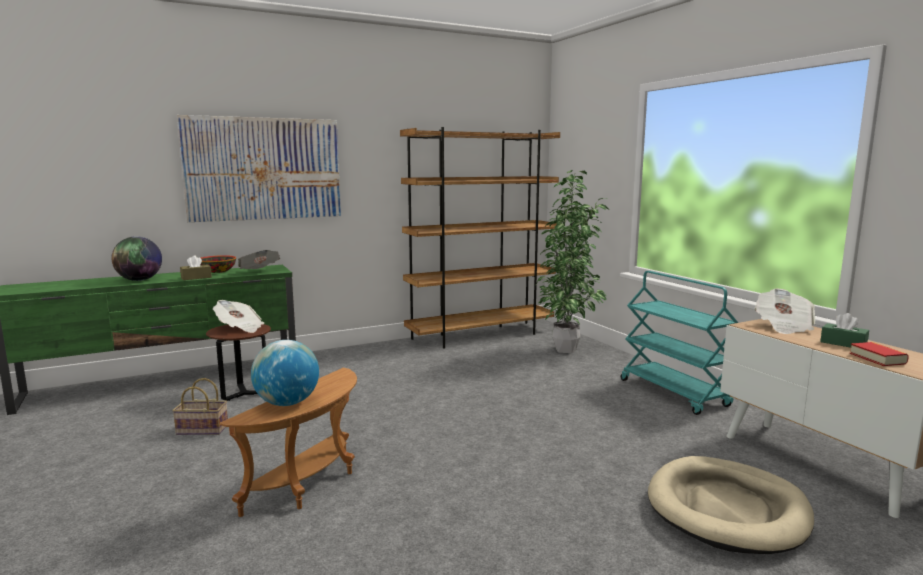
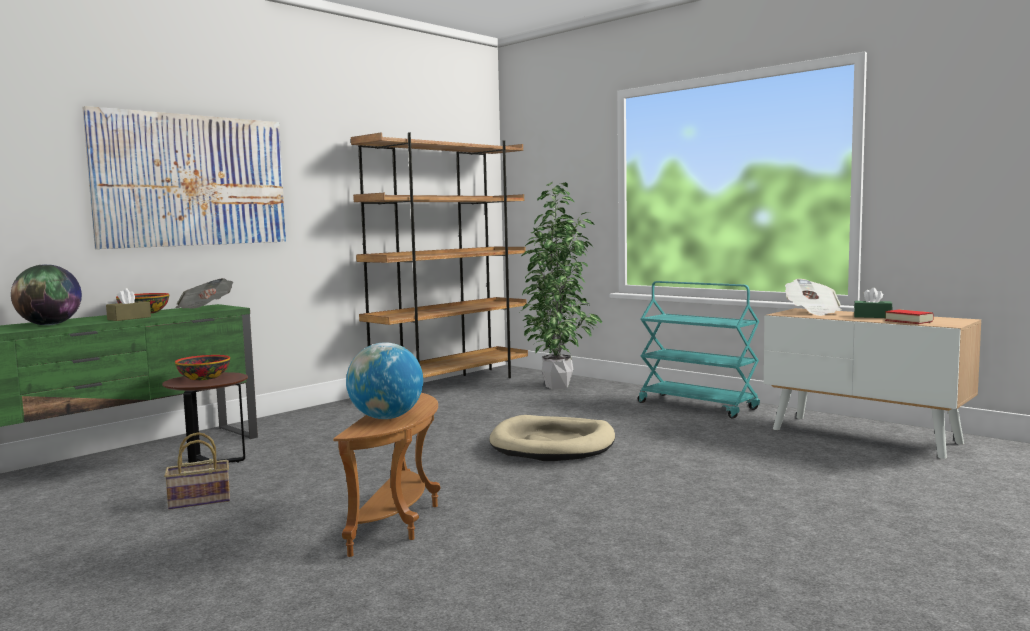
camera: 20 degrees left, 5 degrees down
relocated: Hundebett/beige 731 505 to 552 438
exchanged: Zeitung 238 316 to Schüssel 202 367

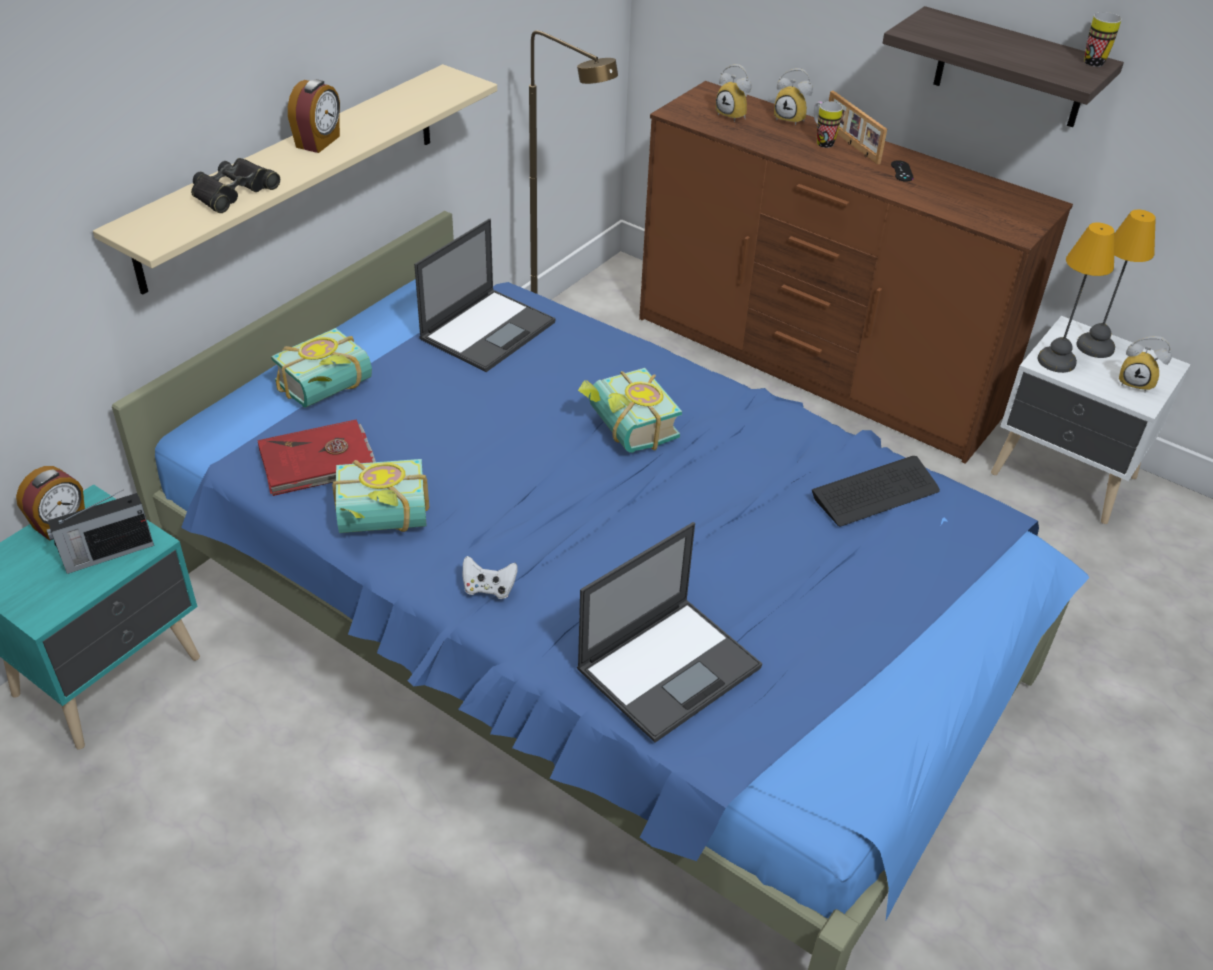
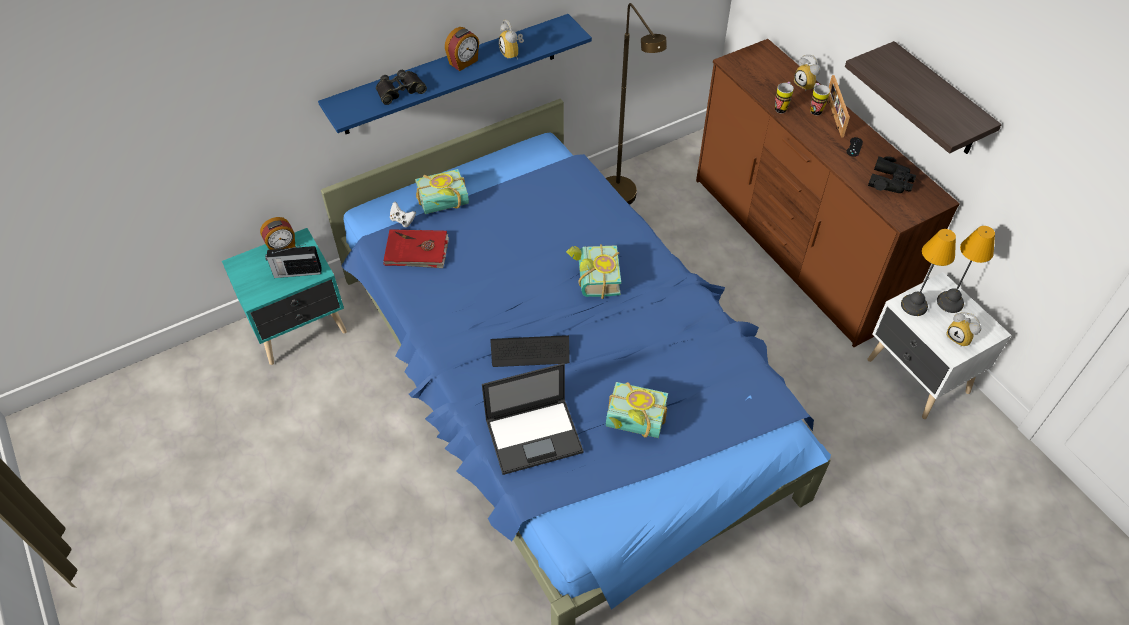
camera: 25 degrees right, 10 degrees up
missing: Laptop 485 295
appeared: Fernglas/schwarz 892 174
relocated: Henkelbecher 1103 39 to 784 97; Wecker 733 93 to 511 39; Tastatur 876 491 to 530 351; Buch 380 496 to 637 410; Gamepad/weiß 490 577 to 403 214
colour: Wandregal/beige 295 179 to Wandregal/blau 455 74

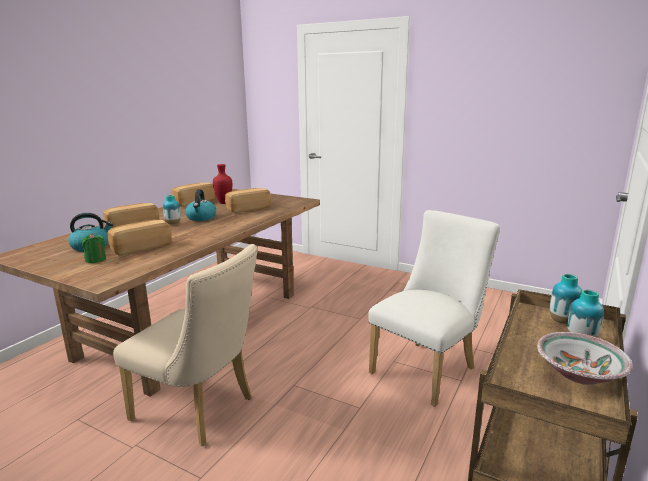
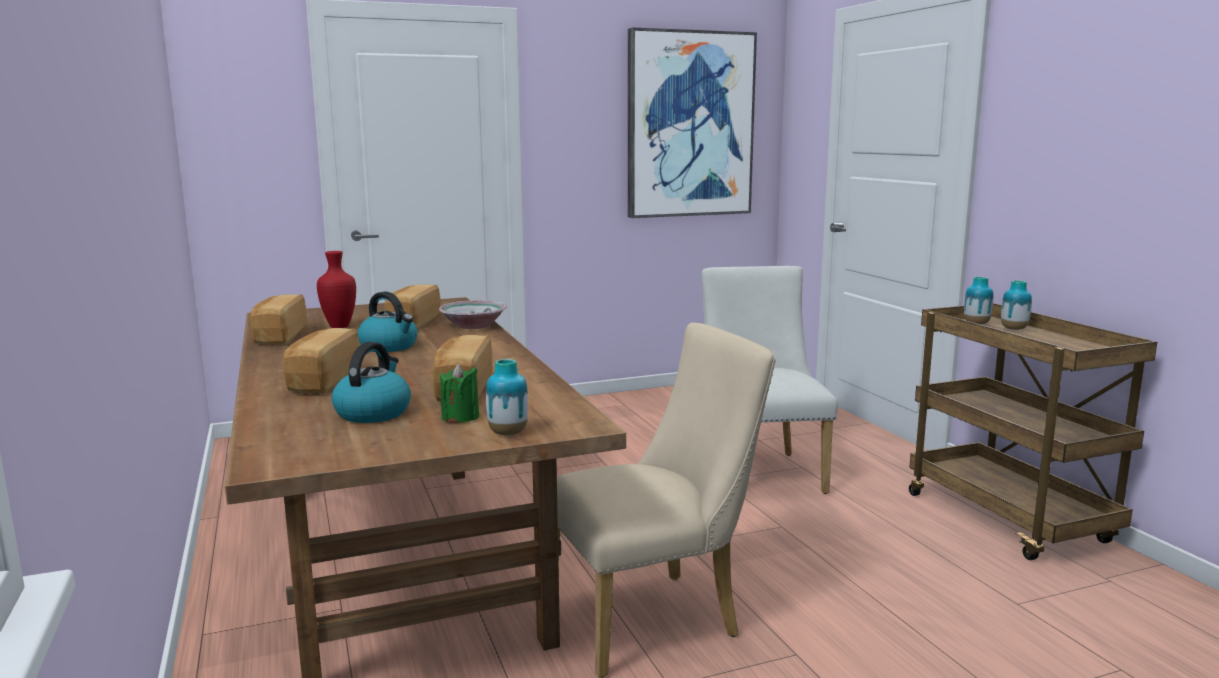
camera: 50 degrees left, 5 degrees down
appeared: Bild 692 122
relocated: Vase 172 210 to 507 397; Schüssel 585 358 to 473 314

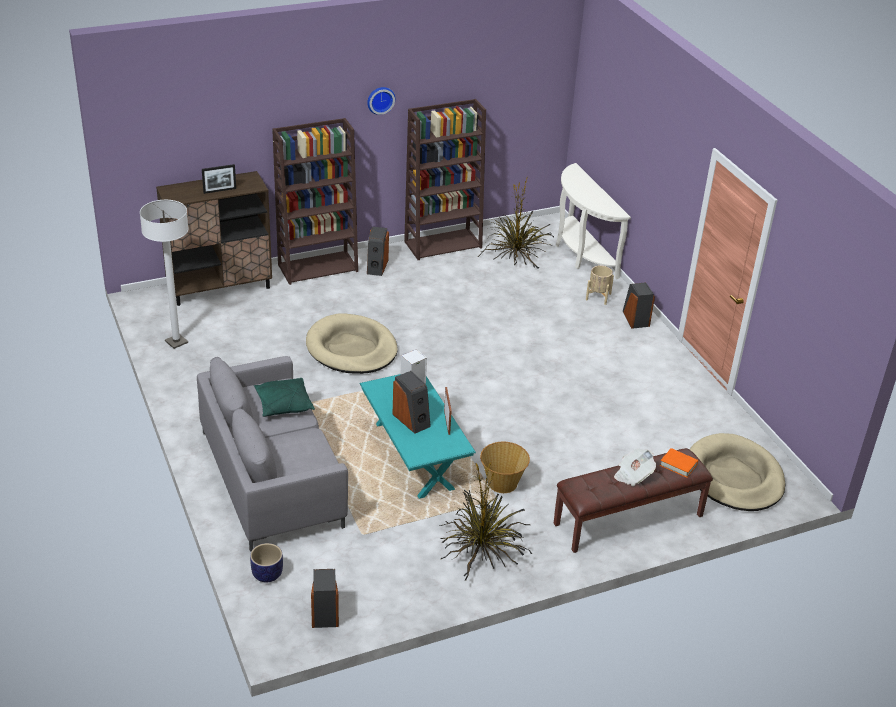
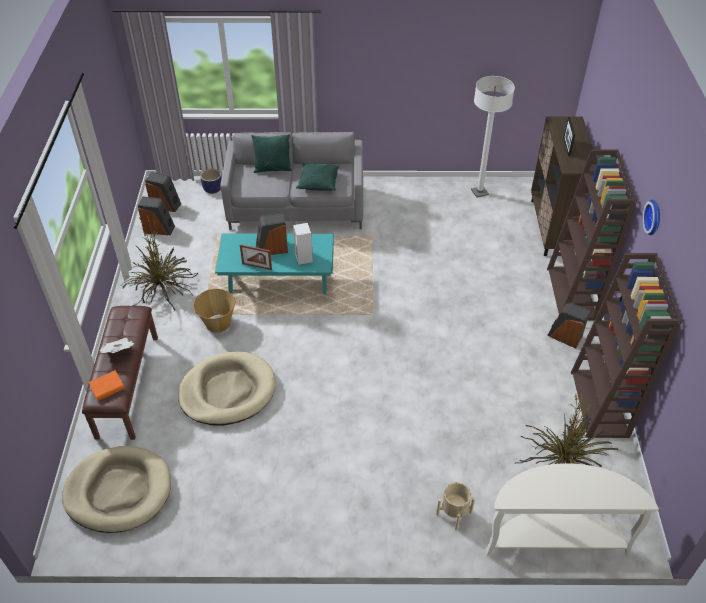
camera: 115 degrees right, 10 degrees up
appeared: Kissen/grün 271 153
relocated: Lautsprecher 639 305 to 156 216; Hundebett/beige 352 344 to 227 389

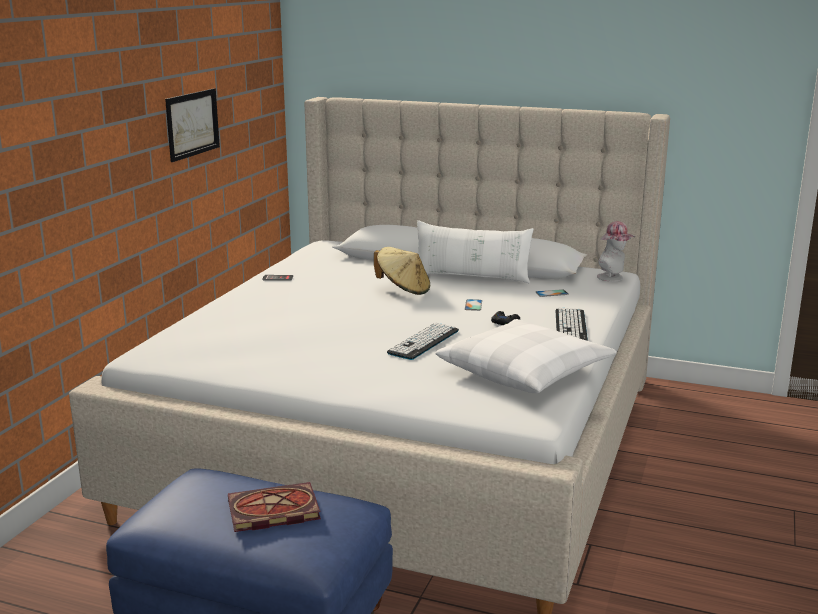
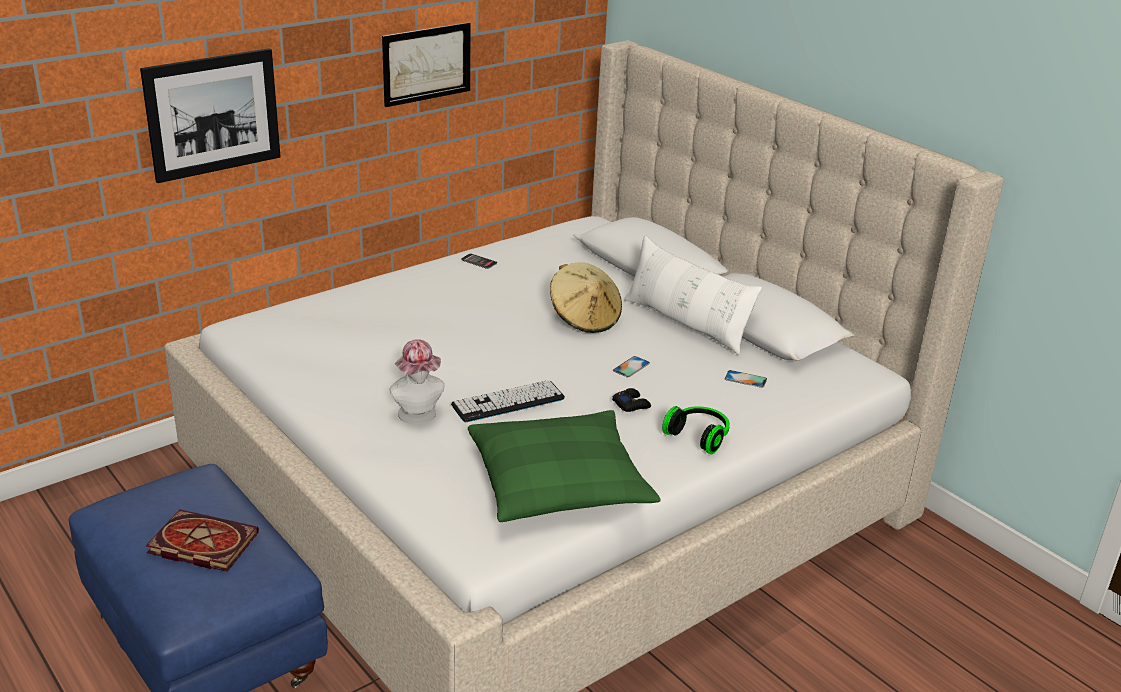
camera: 30 degrees right, 10 degrees up
appeared: Bild 210 115
relocated: Hut 616 251 to 416 381
exchanged: Tastatur 571 324 to Kopfhörer 696 430
colour: Kissen/weiß 526 356 to Kissen/grün 564 466

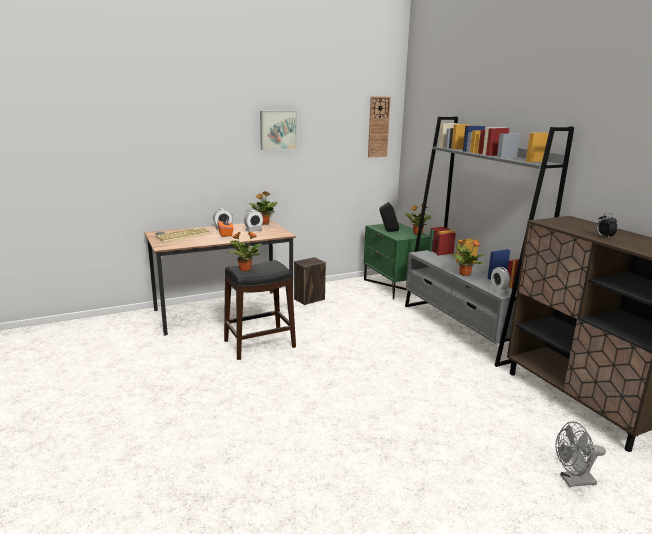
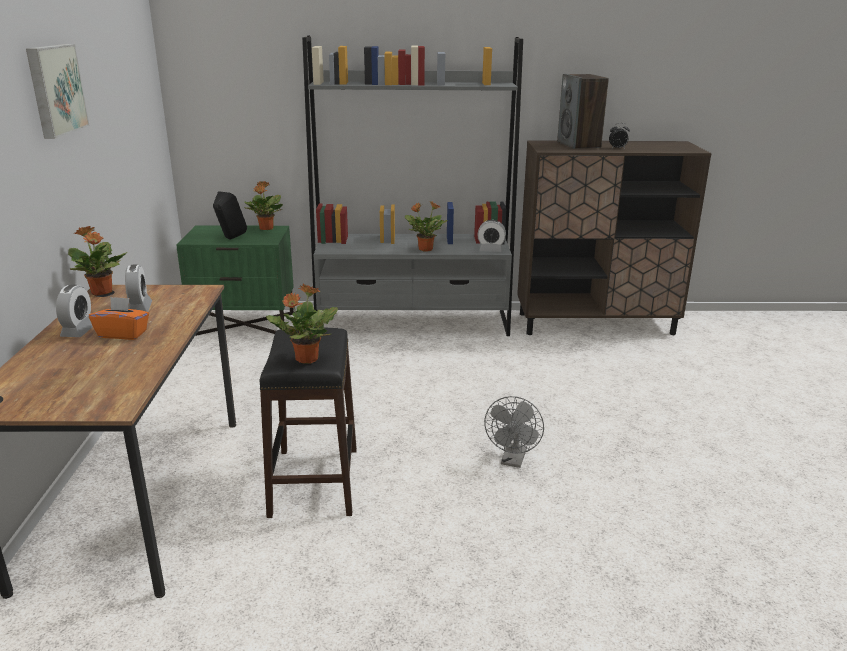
camera: 65 degrees left, 5 degrees up
missing: Wanduhr 379 127; Tastatur 183 234
relocated: Lautsprecher 310 281 to 583 111; Ventilator/grau 580 454 to 514 432

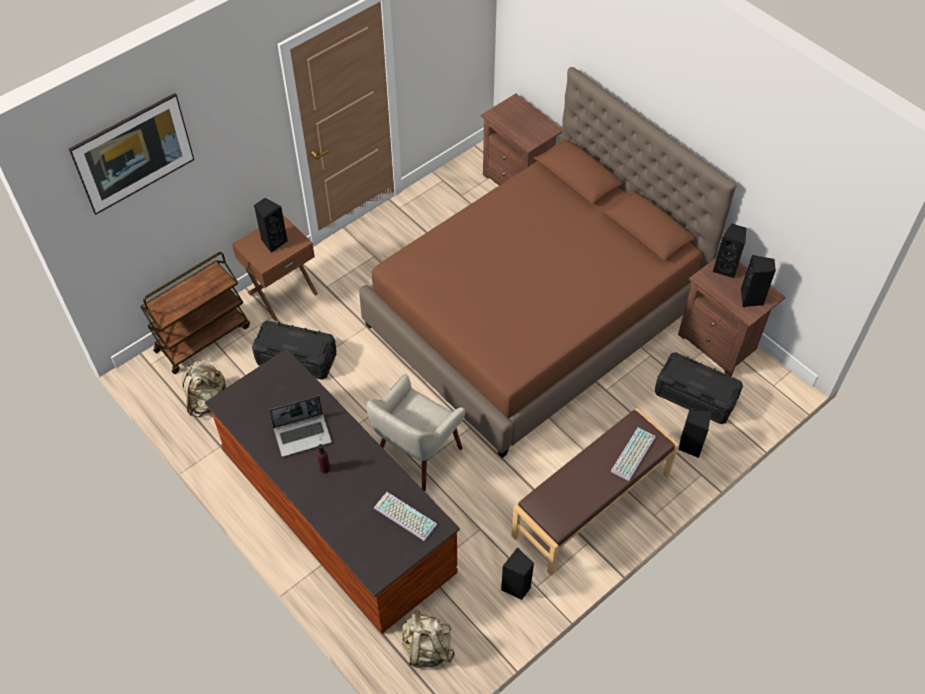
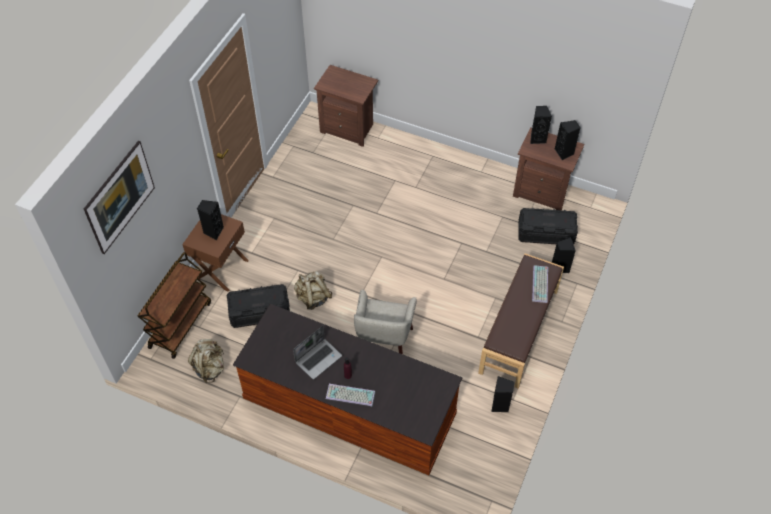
camera: 25 degrees left, 0 degrees up
missing: Bett/braun 547 262
relocated: Tastatur 405 516 to 350 395; Rucksack/beige 428 639 to 313 290

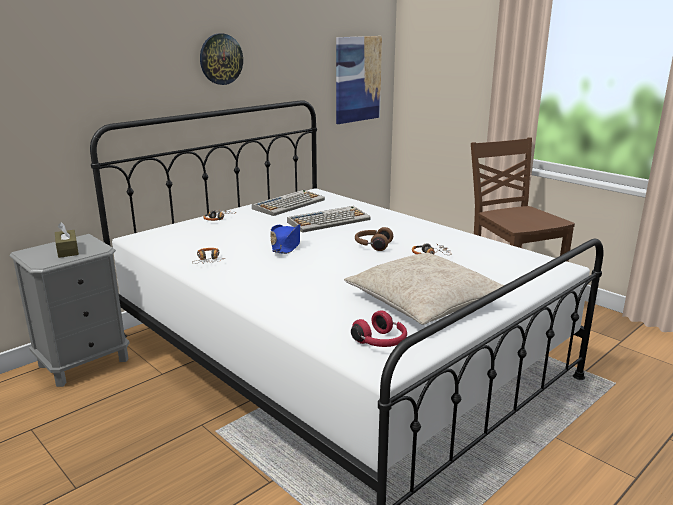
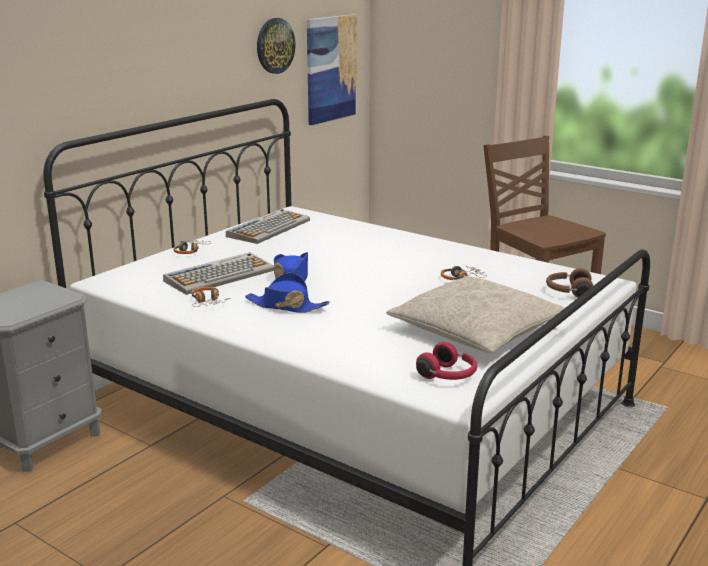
camera: 10 degrees left, 0 degrees up
missing: Taschentuchbox/braun 67 240
appeared: Hut/blau 287 293
relocated: Wanduhr 221 59 to 276 46; Tastatur 329 219 to 218 273; Kopfhörer/braun 374 239 to 570 283

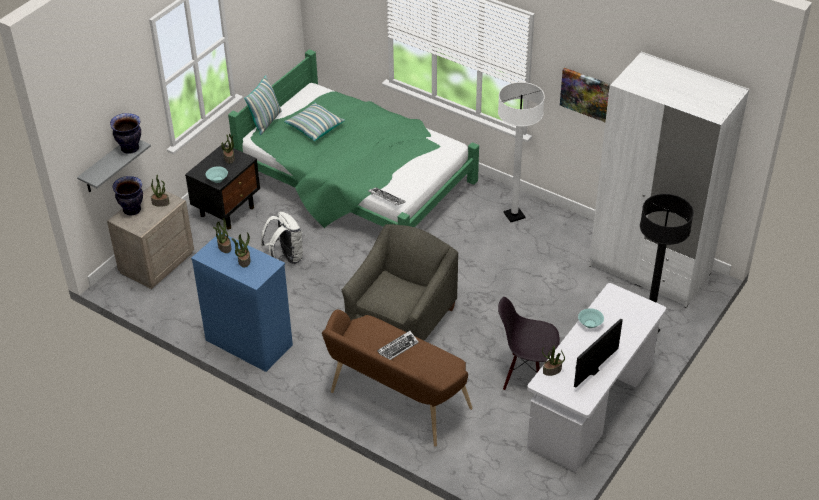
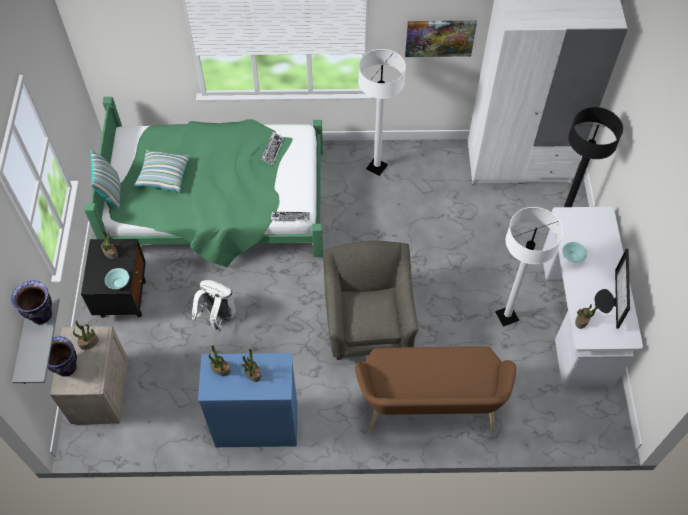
camera: 35 degrees left, 15 degrees up
relocated: Tastatur 398 345 to 272 149
exchanged: Stuhl/schwarz 529 343 to Stehlampe/weiß 529 267

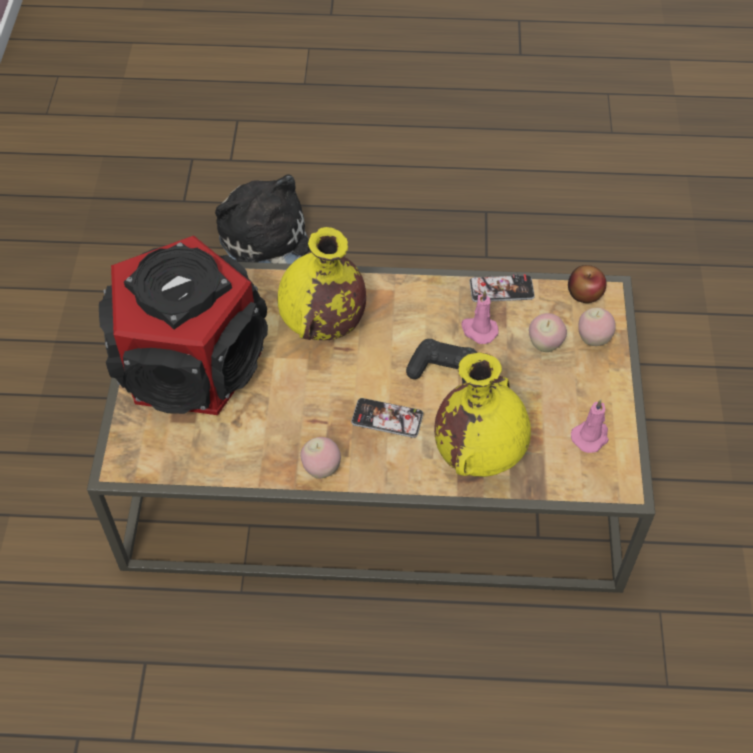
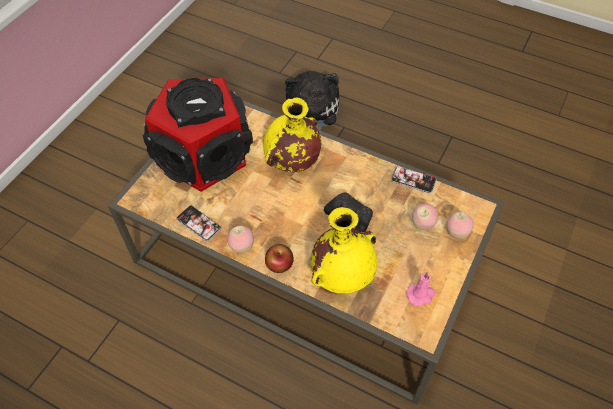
camera: 25 degrees right, 0 degrees up
missing: Kerze/rosa 480 317
relocated: Apfel 587 284 to 279 258; Handy 387 418 to 198 224

